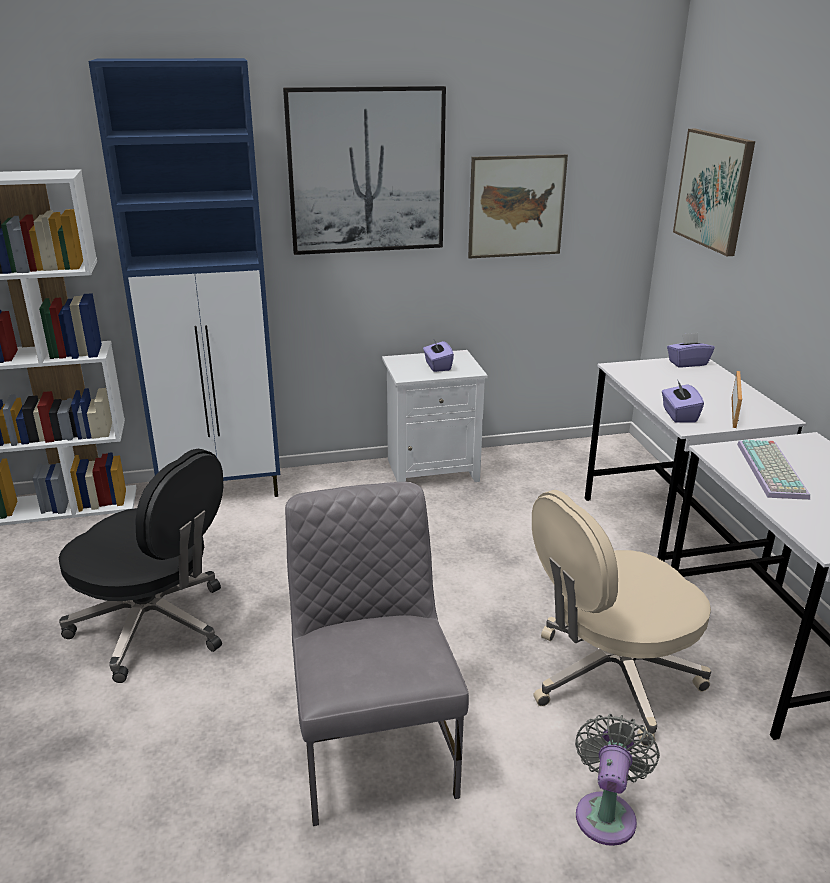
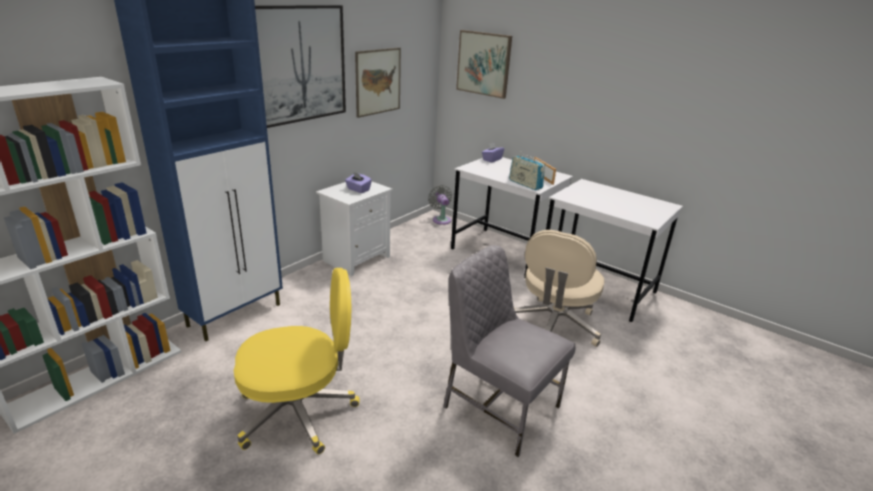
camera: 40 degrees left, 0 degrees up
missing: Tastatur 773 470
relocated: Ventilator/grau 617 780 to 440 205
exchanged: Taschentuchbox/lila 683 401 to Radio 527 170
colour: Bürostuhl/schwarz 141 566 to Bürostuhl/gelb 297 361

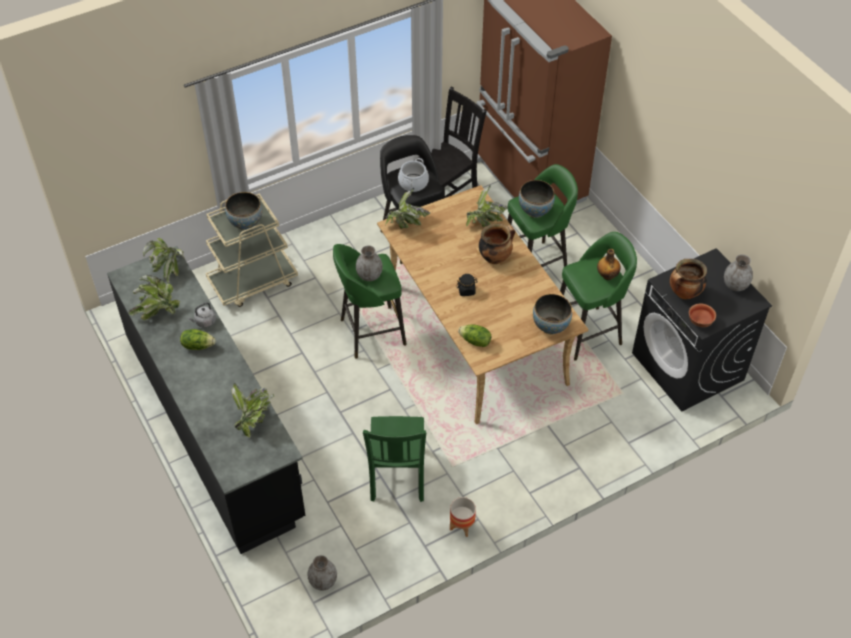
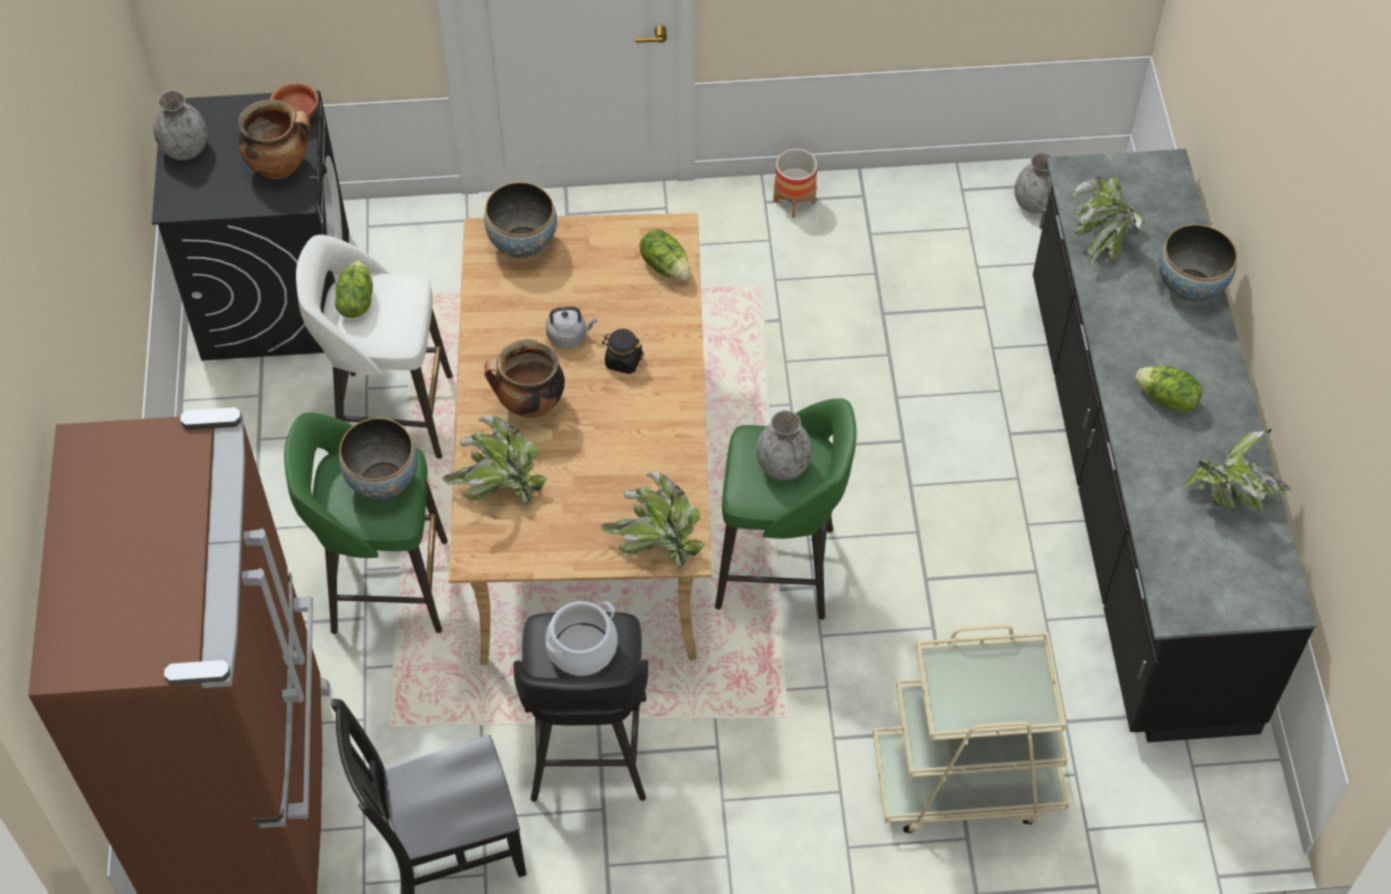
camera: 155 degrees left, 5 degrees up
missing: Topfpflanze 164 260; Stuhl/grün 394 459
relocated: Schüssel 243 211 to 1198 263; Wasserkessel/grau 202 315 to 571 327
exchanged: Flasche 609 264 to Salatkopf 354 289
colour: Hocker/grün 598 296 to Hocker/weiß 374 347

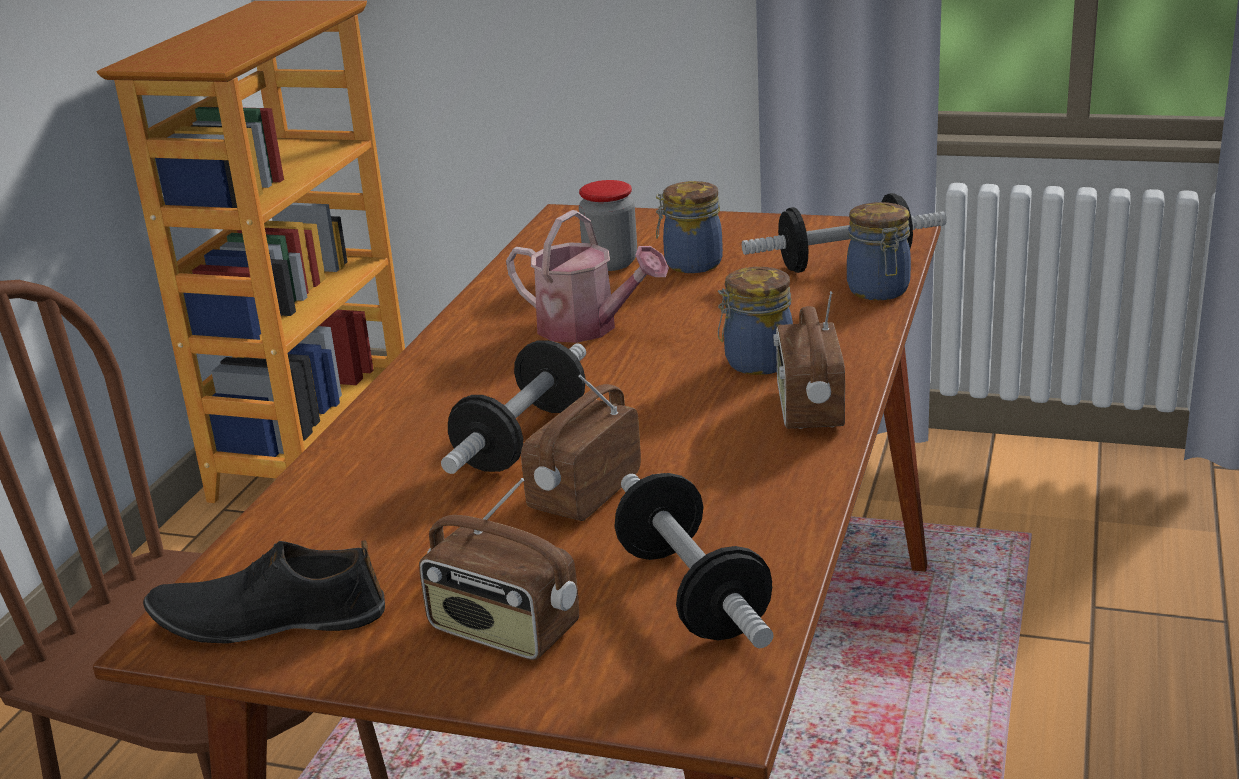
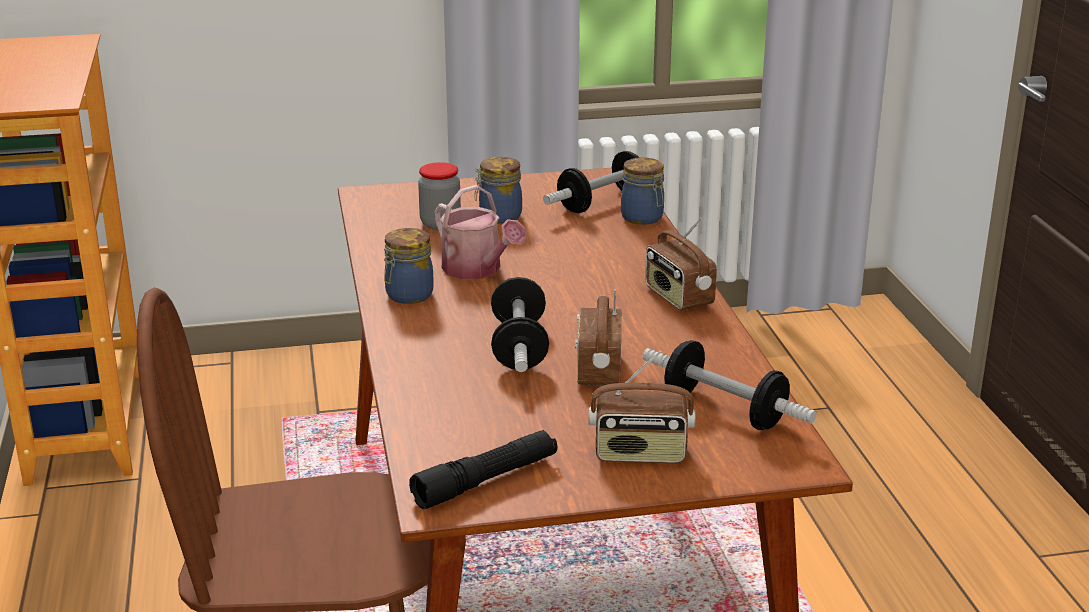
camera: 30 degrees left, 0 degrees up
relocated: Vorratsglas 755 321 to 409 266
exchanged: Schuh/schwarz 264 592 to Taschenlampe/schwarz 483 469
spun: Gießkanne 587 276 = 480 232 45 degrees clockwise

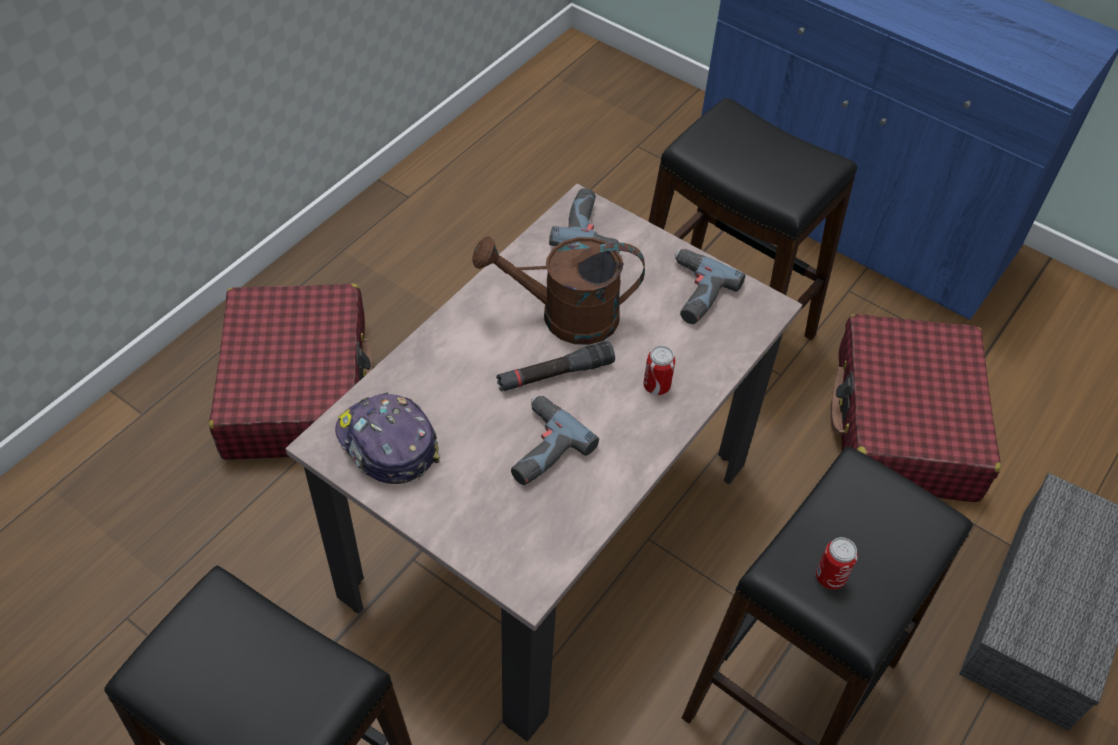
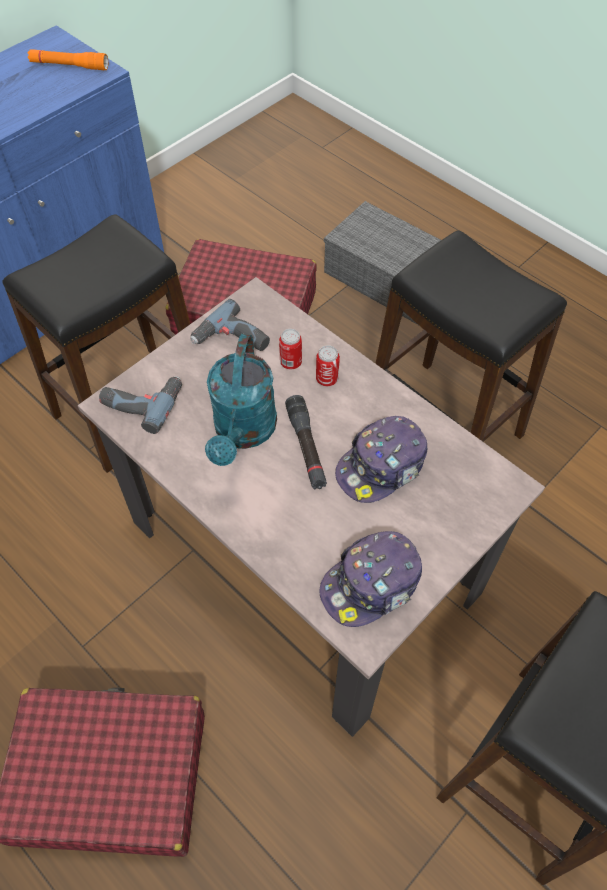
camera: 80 degrees left, 5 degrees up
appeared: Taschenlampe/orange 68 59
relocated: Dose 837 563 to 290 349
exchanged: Bohrmaschine 555 440 to Kappe 381 459
colour: Gießkanne/braun 559 290 to Gießkanne/türkis 241 400

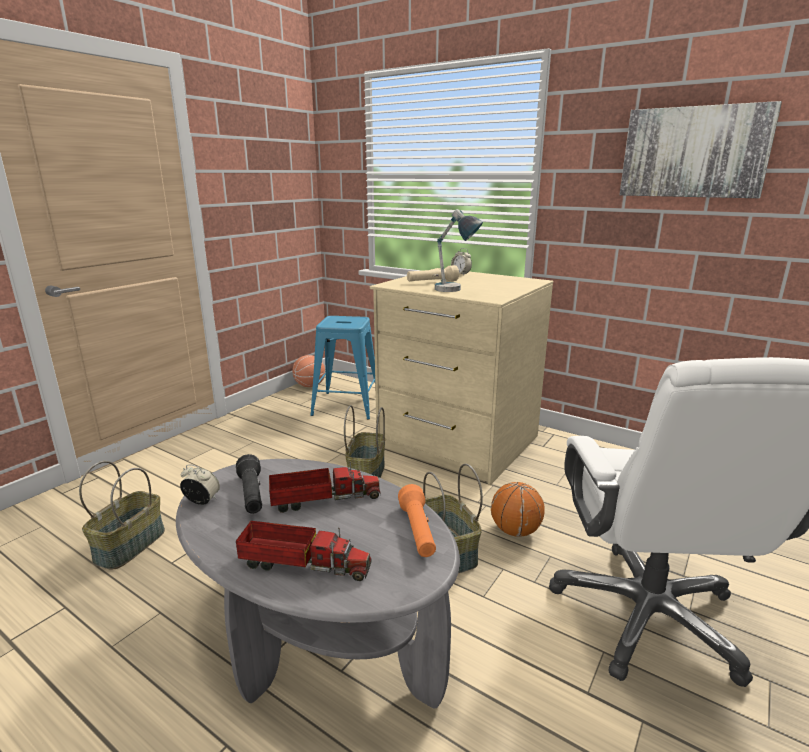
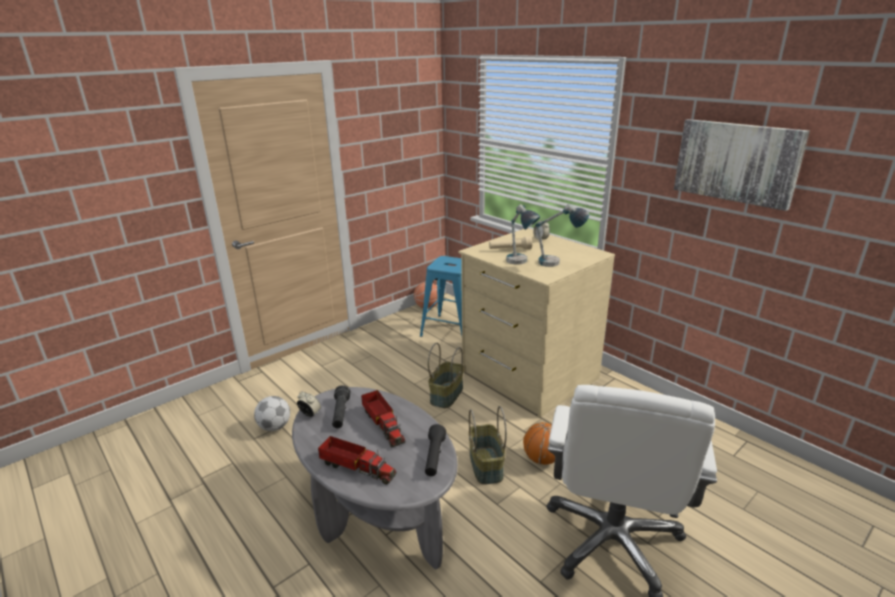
camera: 15 degrees right, 5 degrees up
appeared: Tischlampe 562 235
exchanged: Korb 122 515 to Fußball 272 413
colour: Taschenlampe/orange 417 520 to Taschenlampe/schwarz 435 450
spun: Spielzeuglaster 325 487 = 383 419 60 degrees clockwise

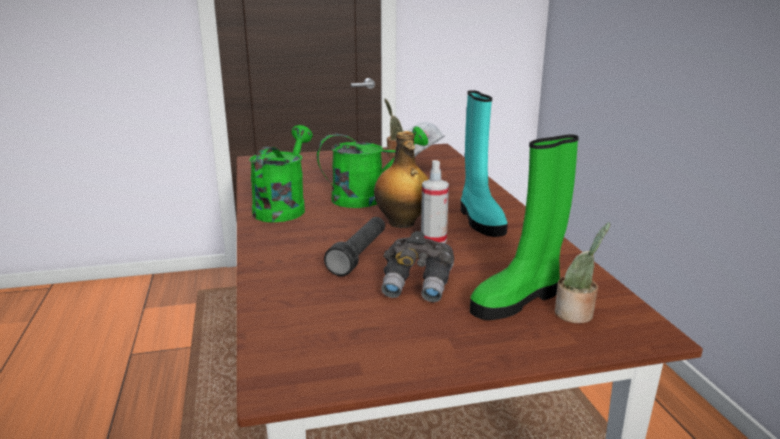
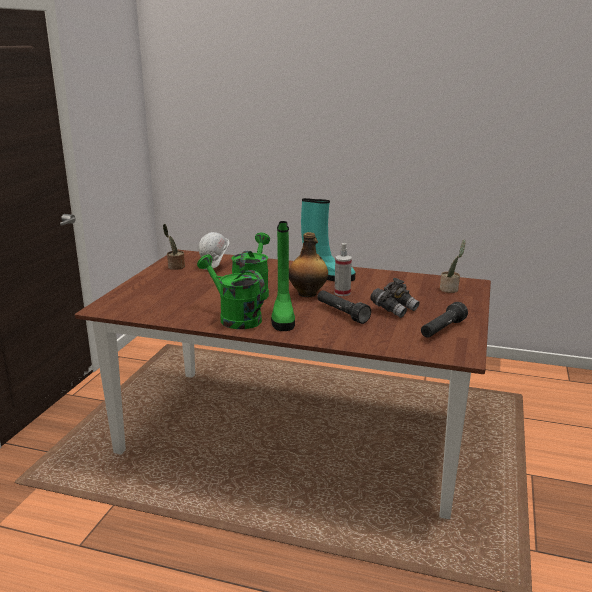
camera: 60 degrees left, 0 degrees up
appeared: Taschenlampe/schwarz 444 320
relocated: Stiefel/grün 524 227 to 283 276

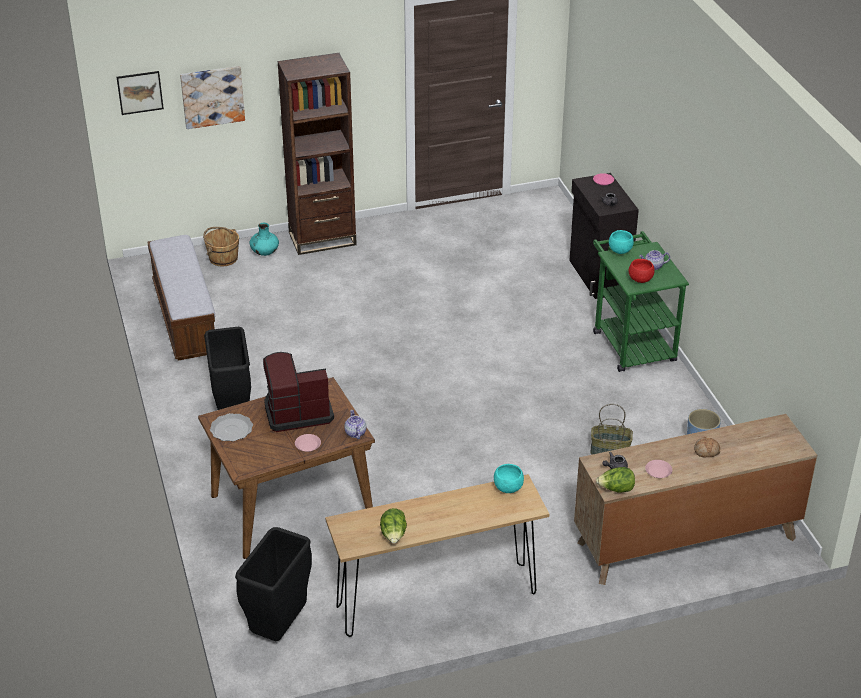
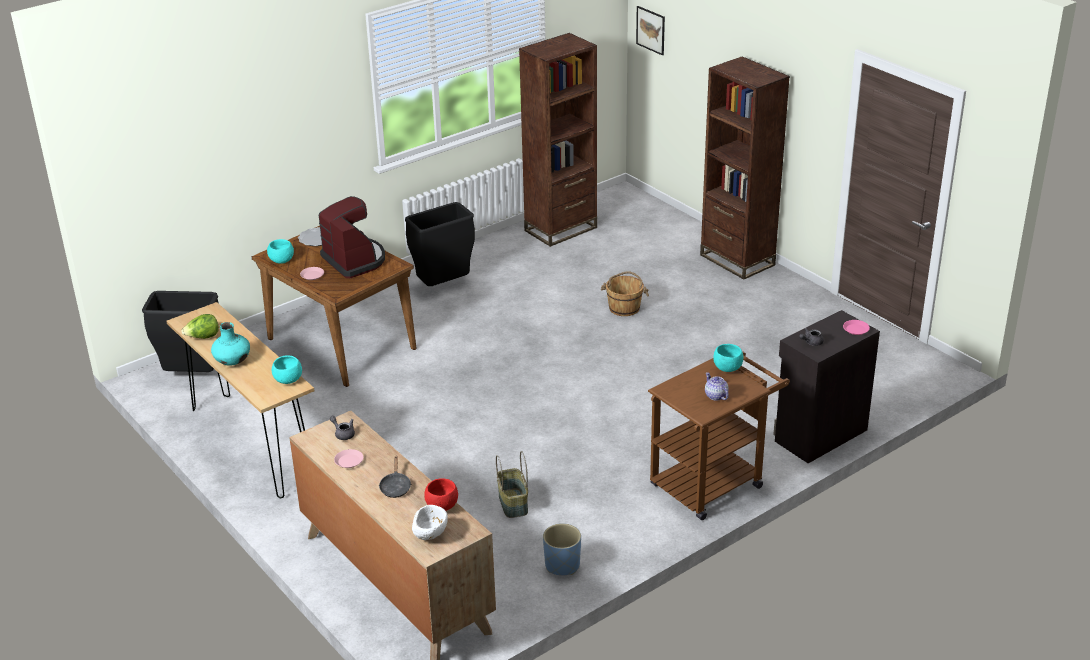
camera: 70 degrees right, 5 degrees down
missing: Bild 212 97; Teekanne 355 424; Salatkopf 615 480
appeared: Schüssel/türkis 280 251; Schüssel/weiß 430 522
relocated: Vase/türkis 264 239 to 230 344; Eimer/braun 221 246 to 625 293; Schüssel/rot 641 271 to 441 494
exchanged: Bank 181 297 to Bücherregal/braun 558 140; Brot 707 447 to Pfanne/schwarz 395 477
colour: Rollwagen/grün 641 301 to Rollwagen/braun 719 435

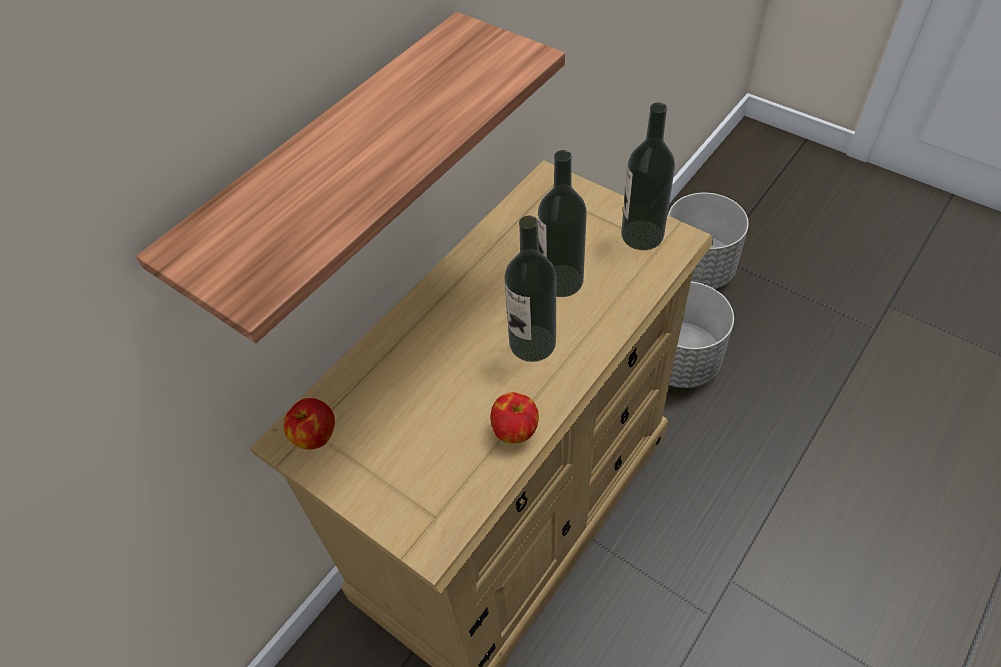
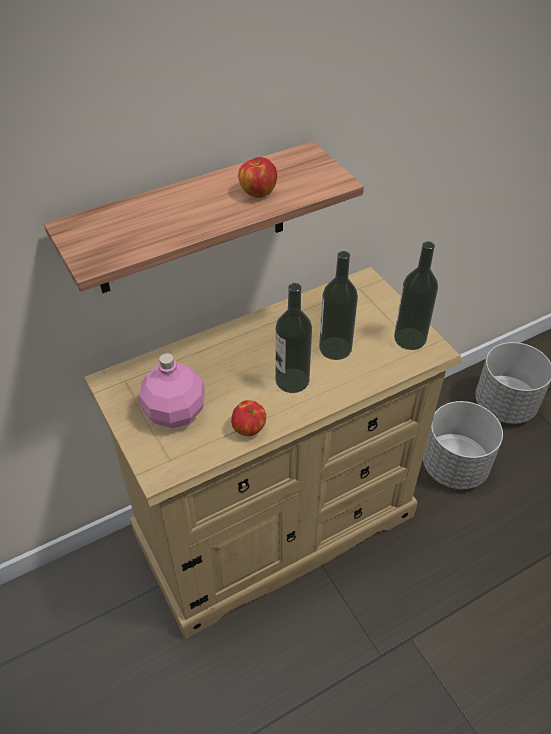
camera: 20 degrees right, 5 degrees down
appeared: Flasche/rosa 172 390
relocated: Apfel 309 423 to 257 177

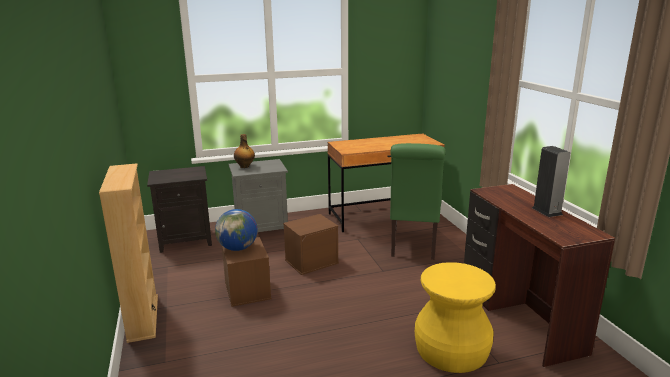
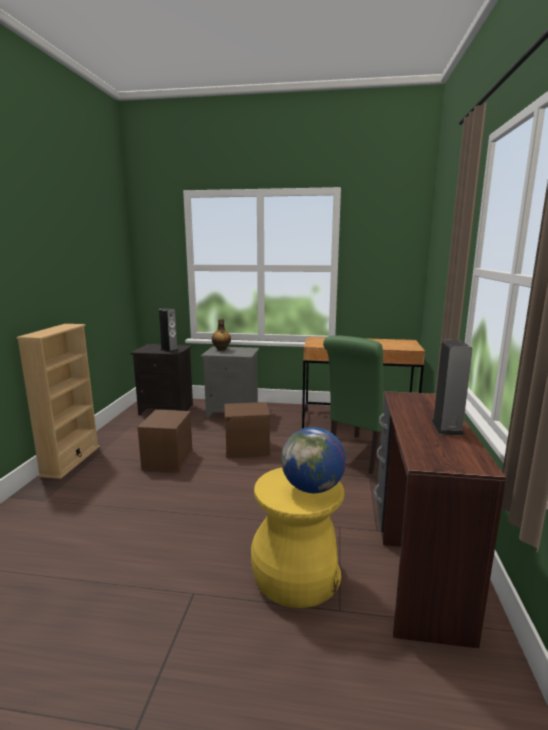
camera: 25 degrees right, 5 degrees down
appeared: Lautsprecher 169 330
relocated: Globus 236 230 to 313 460

